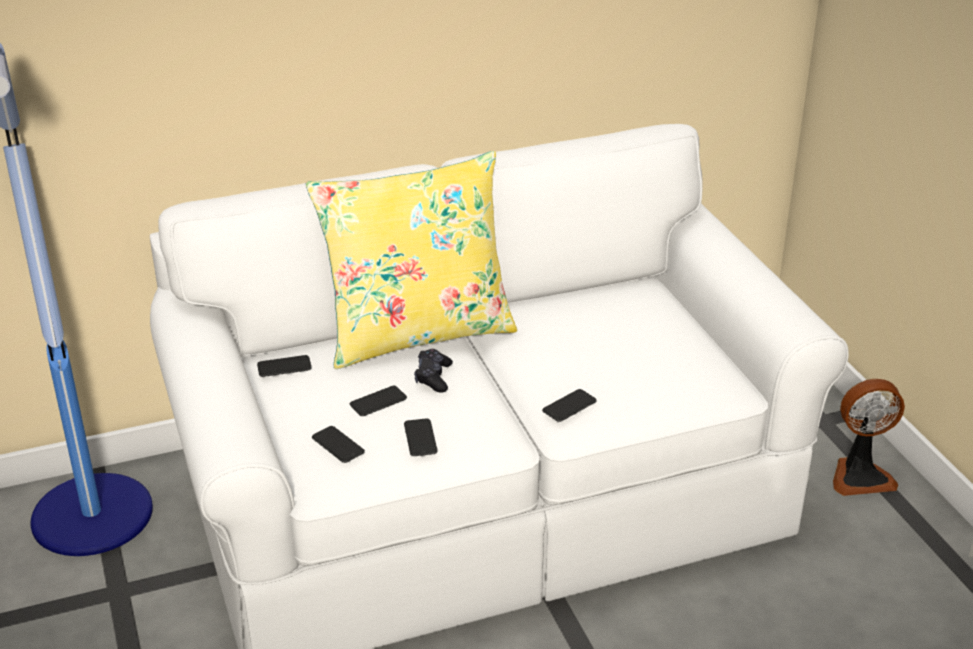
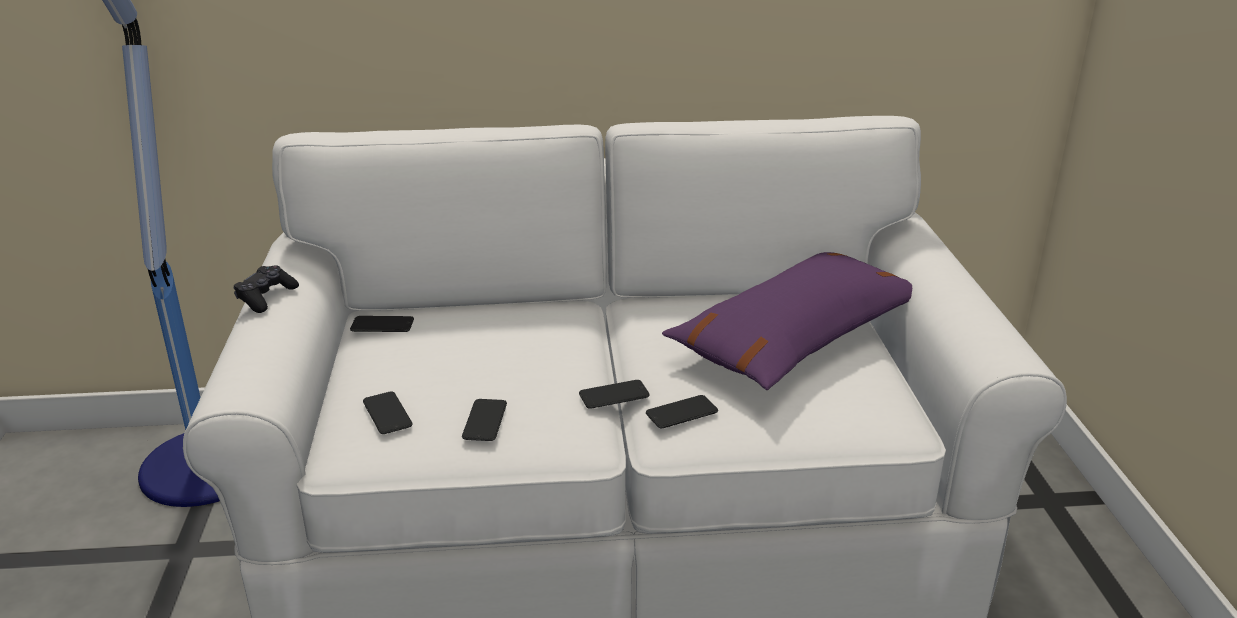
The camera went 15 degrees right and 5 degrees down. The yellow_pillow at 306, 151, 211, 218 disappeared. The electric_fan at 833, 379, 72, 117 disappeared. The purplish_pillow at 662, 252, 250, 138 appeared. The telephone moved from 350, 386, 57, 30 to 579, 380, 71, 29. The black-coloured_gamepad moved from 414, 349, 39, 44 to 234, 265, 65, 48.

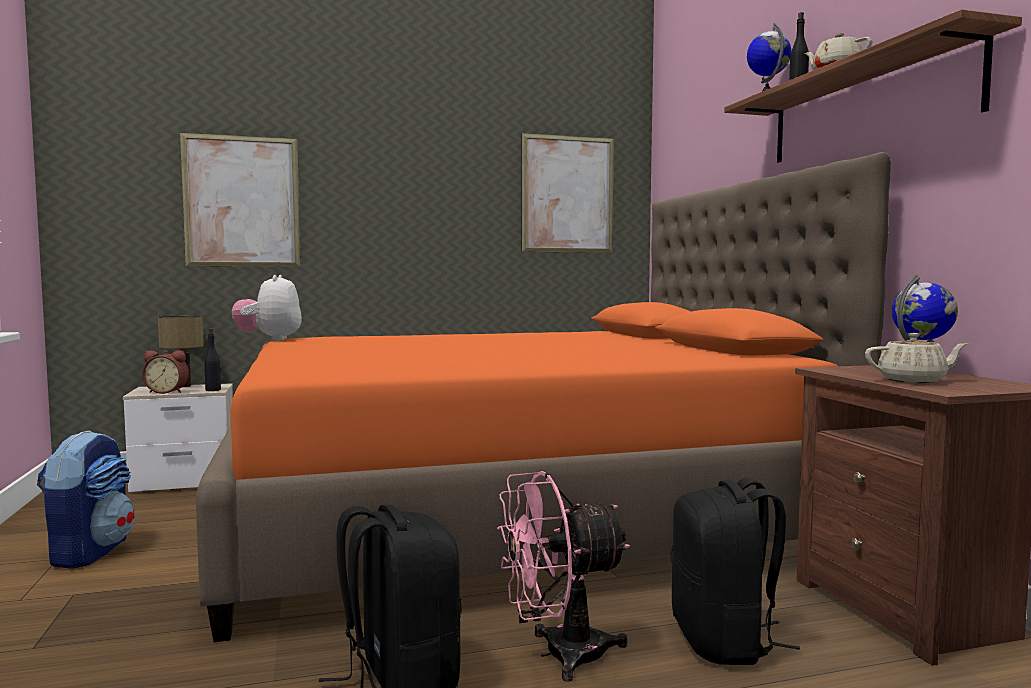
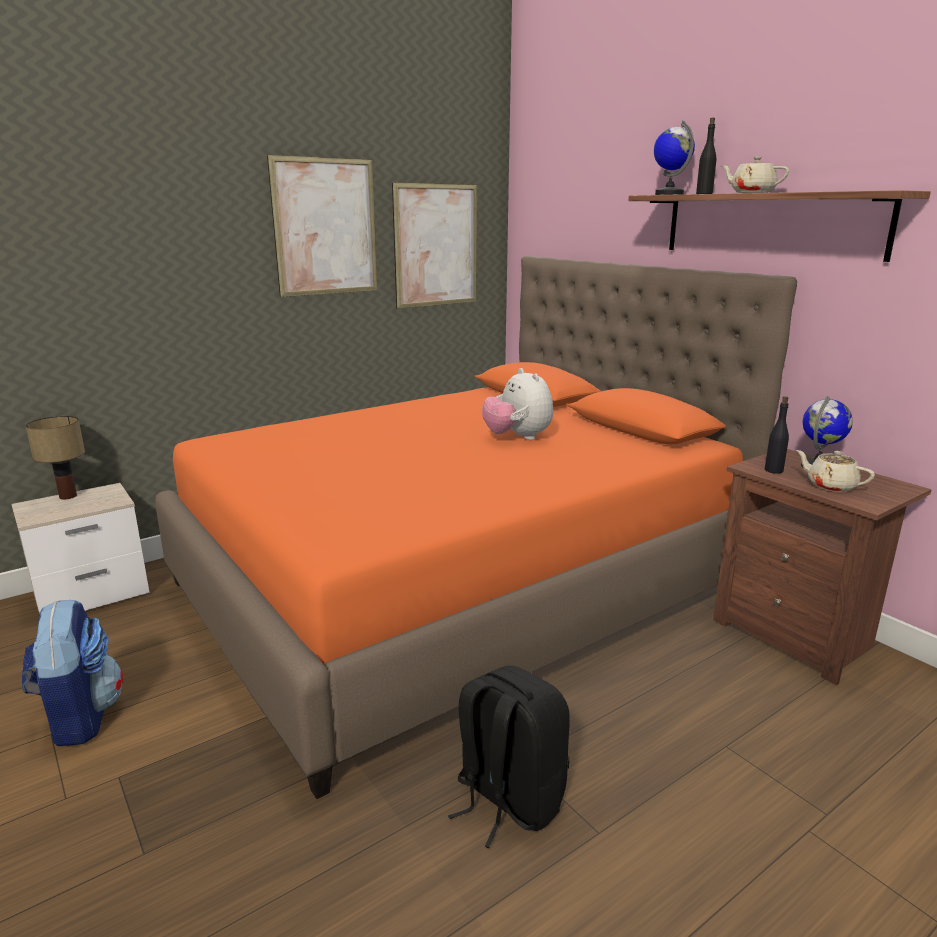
The camera went 20 degrees left and 15 degrees up. The alarm_clock at 142, 351, 47, 43 disappeared. The pinkish_electric_fan at 497, 471, 133, 211 disappeared. The black-coloured_rucksack at 671, 477, 129, 188 disappeared. The wall_art moved from 180, 133, 121, 134 to 267, 155, 111, 142. The black-coloured_bottle moved from 204, 328, 17, 63 to 765, 396, 24, 78. The cuddly_toy moved from 232, 275, 70, 66 to 482, 368, 71, 72. The sand-coloured_pot_for_tea at 865, 333, 104, 50 turned 120 degrees counterclockwise.

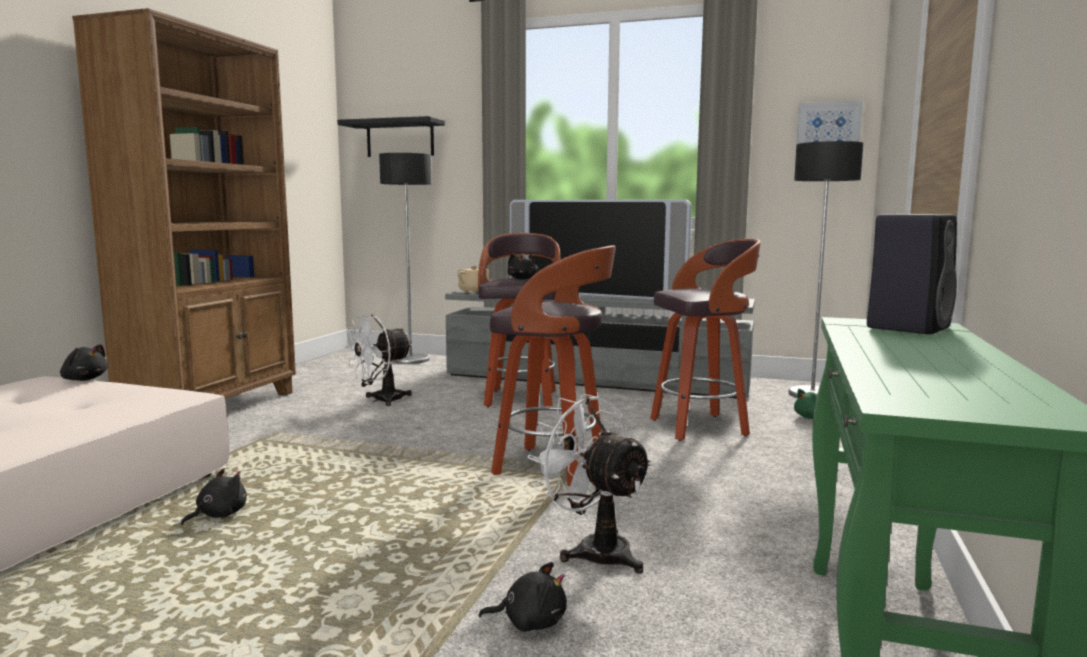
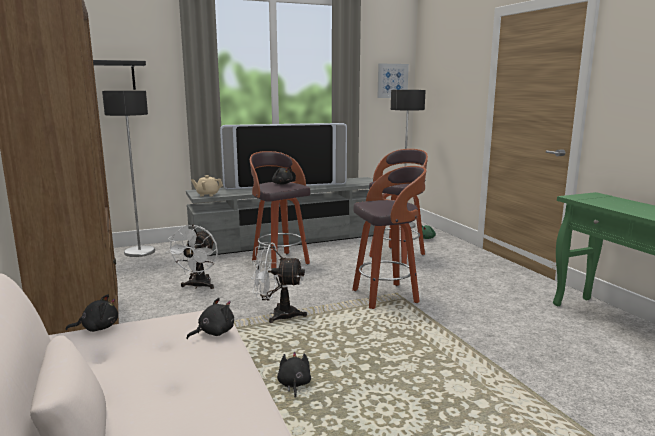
The camera went 40 degrees left and 5 degrees up. The black-coloured_loudspeaker at 867, 214, 90, 120 disappeared. The black-coloured_cuddly_toy moved from 479, 562, 88, 70 to 186, 298, 48, 41. The white-coloured_electric_fan moved from 528, 394, 125, 180 to 251, 242, 56, 81.

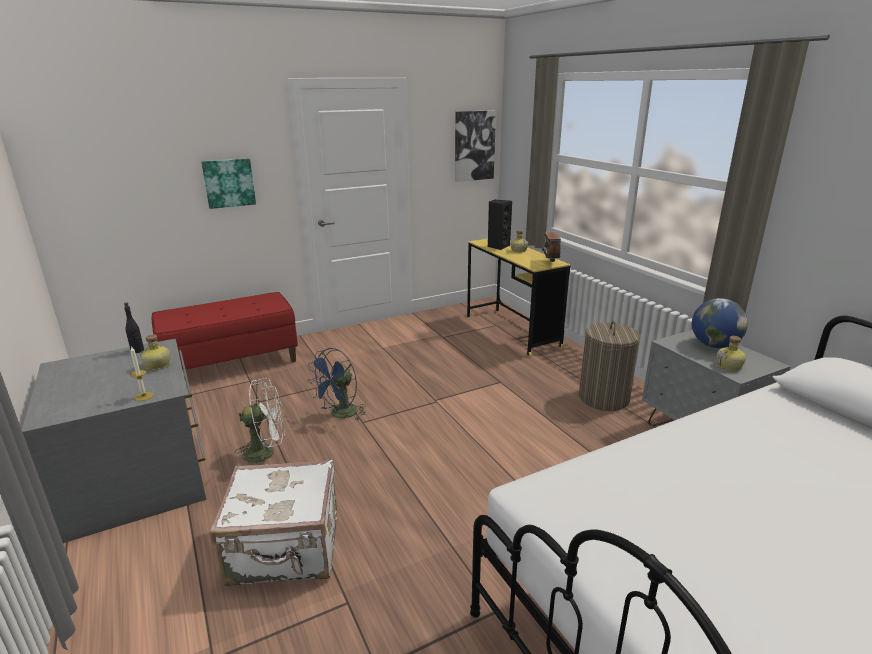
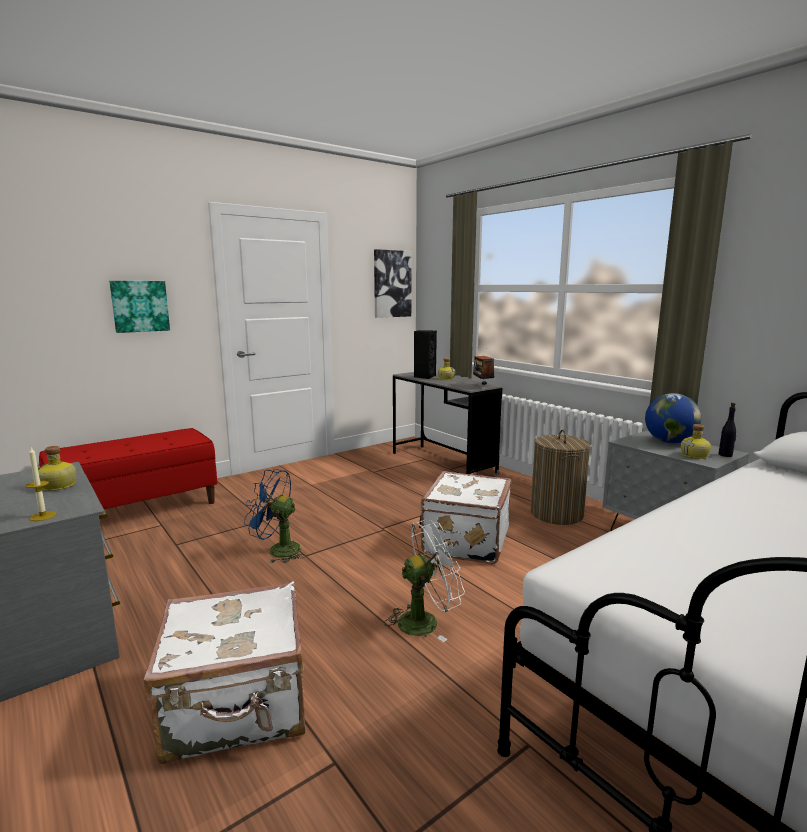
The camera went 10 degrees left and 10 degrees down. The white-coloured_travel_case at 419, 471, 92, 93 appeared. The black-coloured_bottle moved from 124, 302, 20, 51 to 719, 403, 17, 54. The white-coloured_electric_fan moved from 235, 378, 50, 87 to 384, 519, 81, 123. The yellow_desk at 467, 239, 103, 118 became the greyish_desk at 393, 372, 109, 103. The blue_electric_fan at 307, 348, 59, 73 turned 75 degrees clockwise.

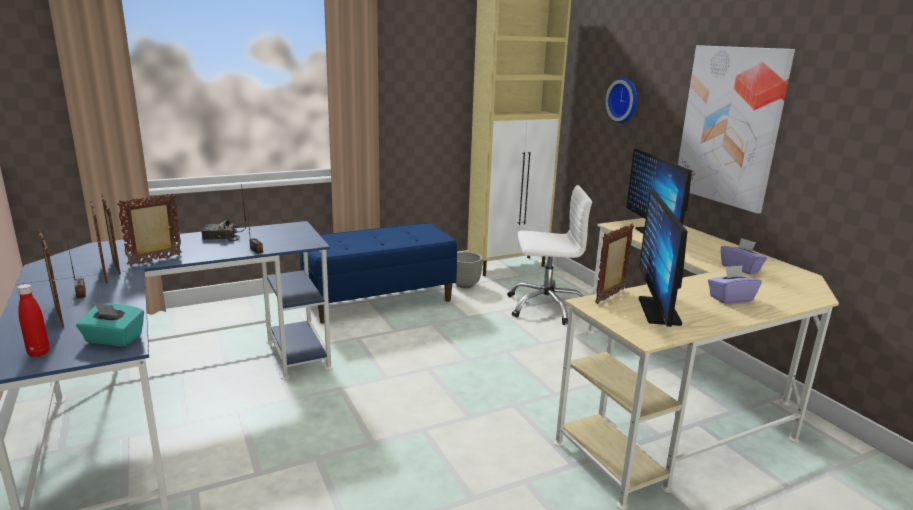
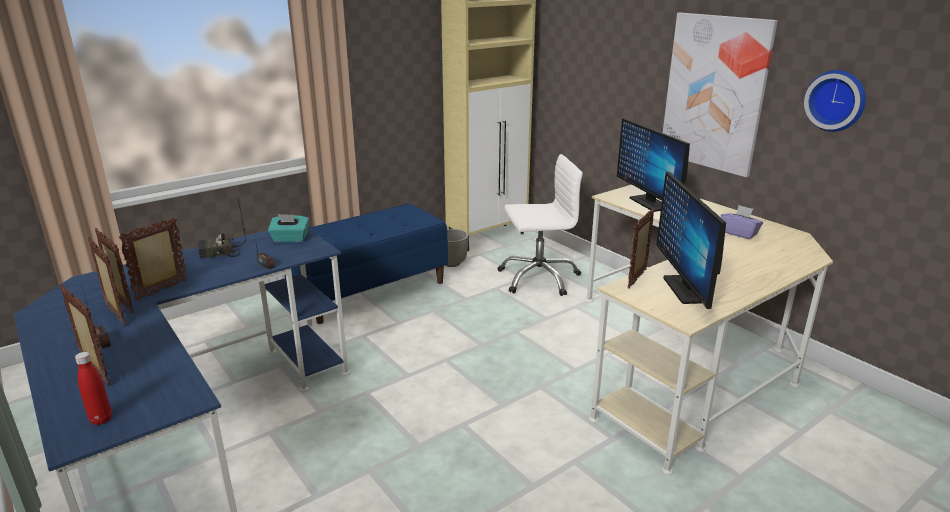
The camera went 10 degrees left and 5 degrees up. The purplish_box_of_tissues at 708, 265, 54, 39 disappeared. The turquoise-coloured_box_of_tissues moved from 76, 302, 68, 44 to 268, 214, 41, 28. The clock_on_the_wall moved from 605, 78, 33, 45 to 804, 70, 62, 62.

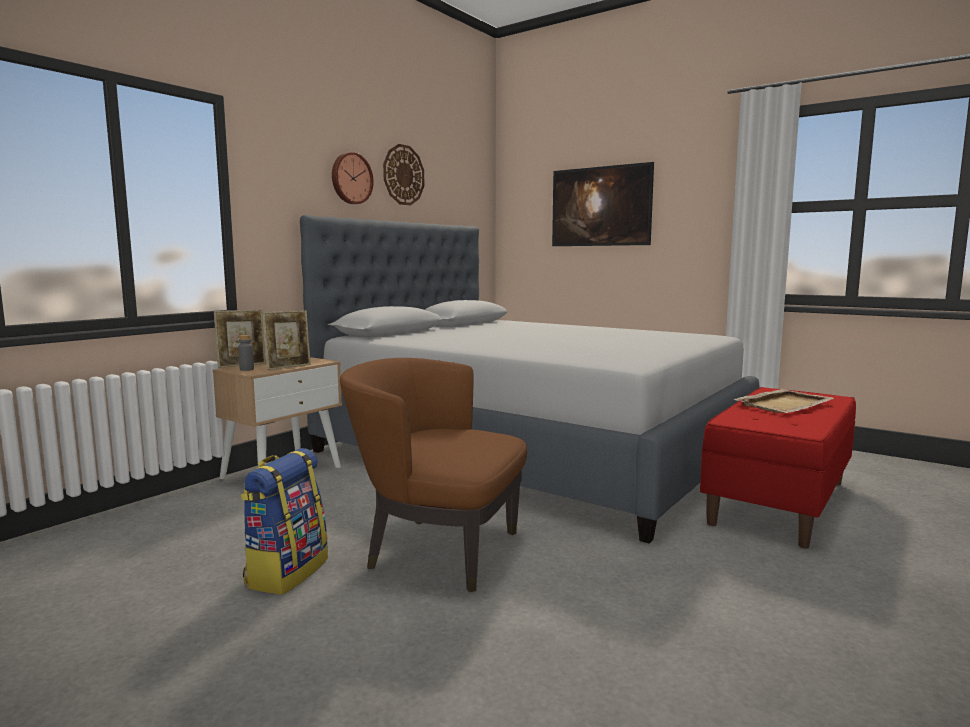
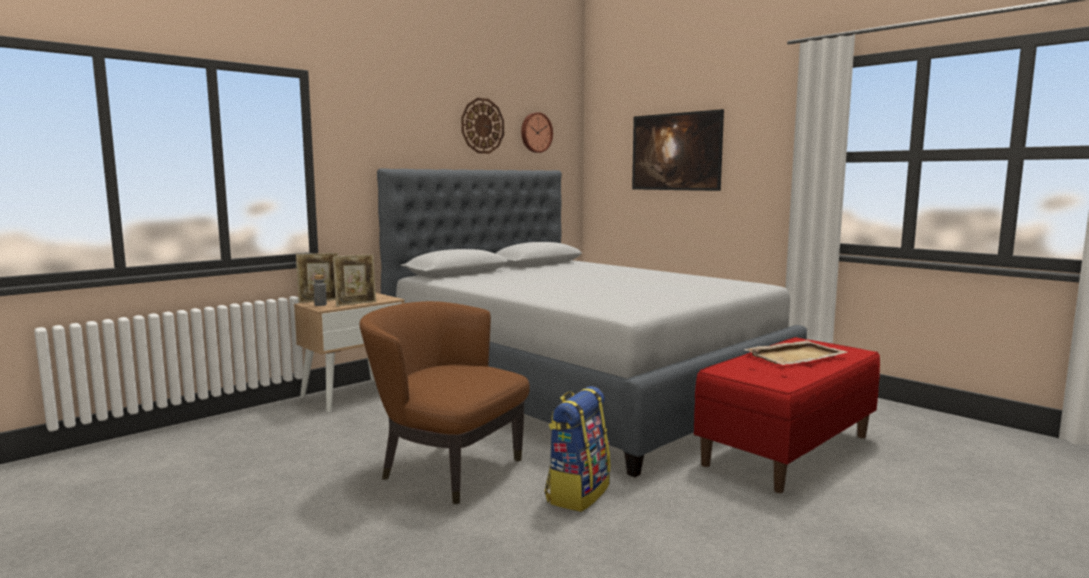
The camera went 10 degrees right and 0 degrees up. The rucksack moved from 241, 448, 87, 147 to 545, 386, 65, 126. The clock_on_the_wall moved from 332, 152, 42, 52 to 521, 112, 32, 41.

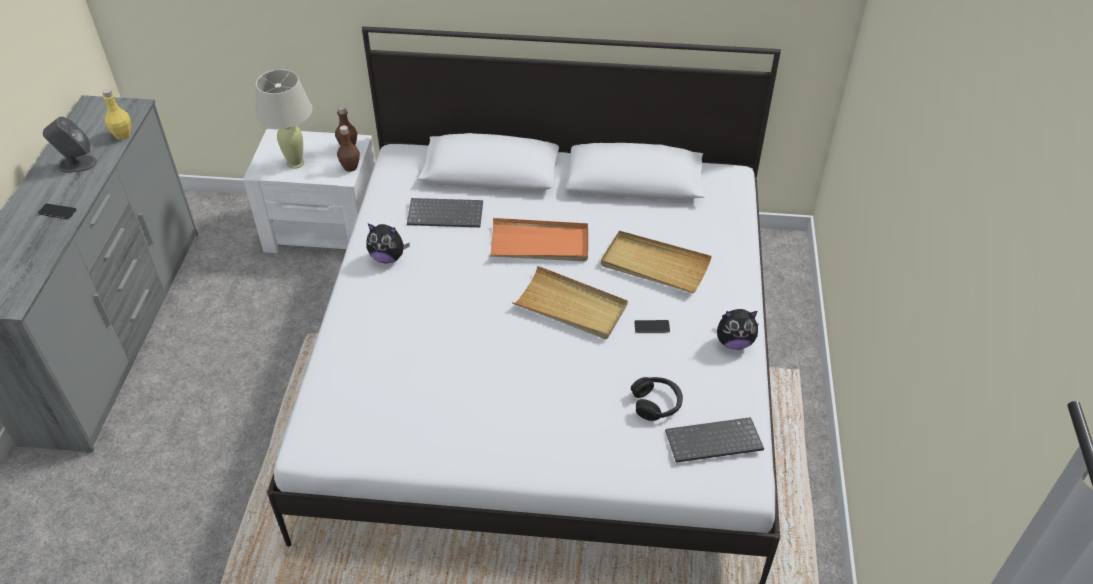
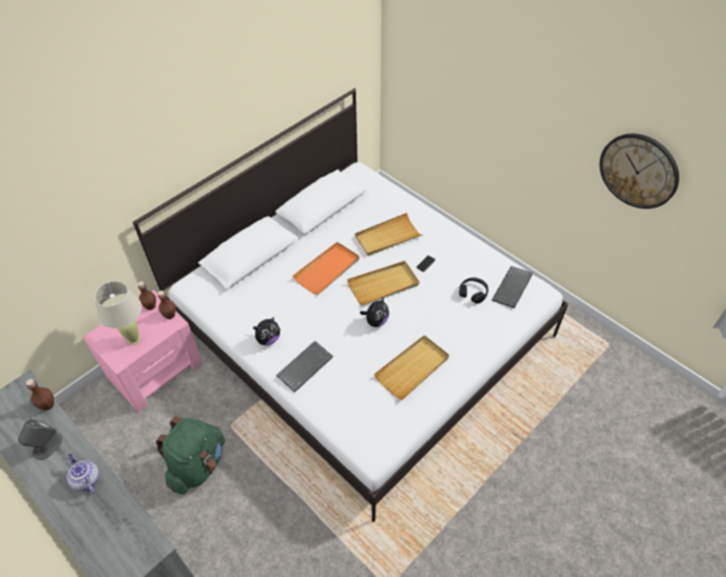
The camera went 50 degrees left and 5 degrees up. The green-coloured_rucksack at 156, 416, 69, 79 appeared. The sand-coloured_serving_tray at 374, 335, 75, 65 appeared. The clock_on_the_wall at 600, 134, 79, 75 appeared. The computer_keyboard moved from 407, 198, 76, 29 to 276, 341, 57, 51. The cuddly_toy moved from 717, 309, 42, 41 to 360, 298, 29, 29. The telephone at 38, 203, 39, 16 was replaced by the pot_for_tea at 67, 454, 32, 40. The yellow_bottle at 102, 88, 29, 52 became the brownish_bottle at 26, 379, 28, 32. The white-coloured_nightstand at 243, 129, 133, 124 became the pinkish_nightstand at 83, 290, 120, 122.

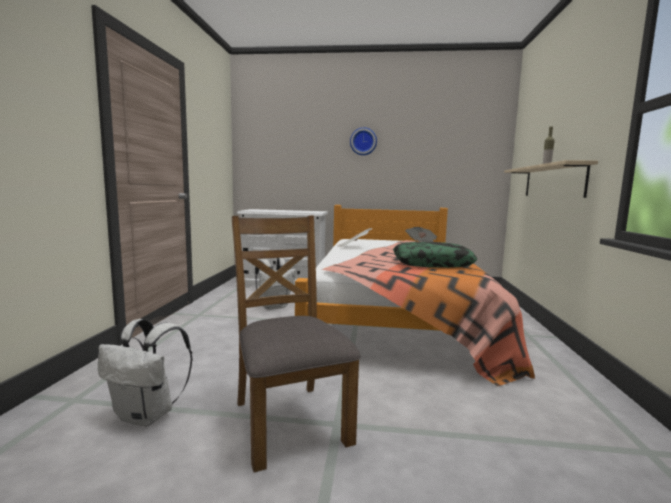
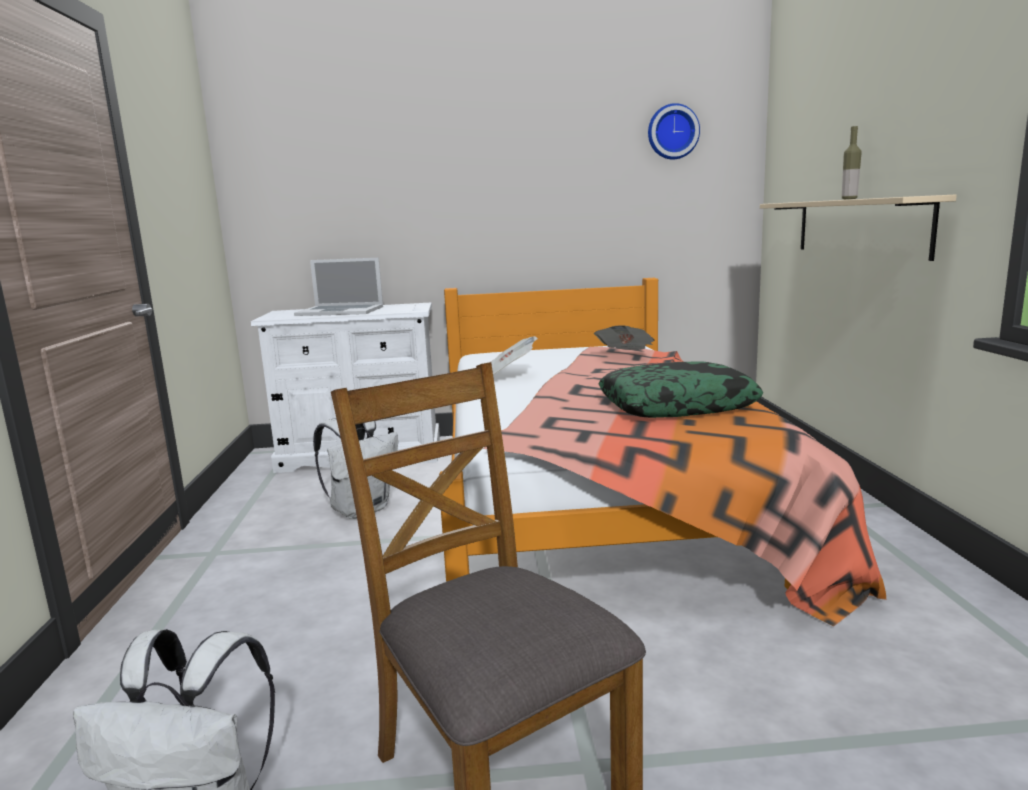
The camera went 10 degrees left and 5 degrees up. The laptop at 294, 258, 89, 58 appeared. The clock_on_the_wall moved from 350, 127, 27, 28 to 648, 103, 52, 56.

